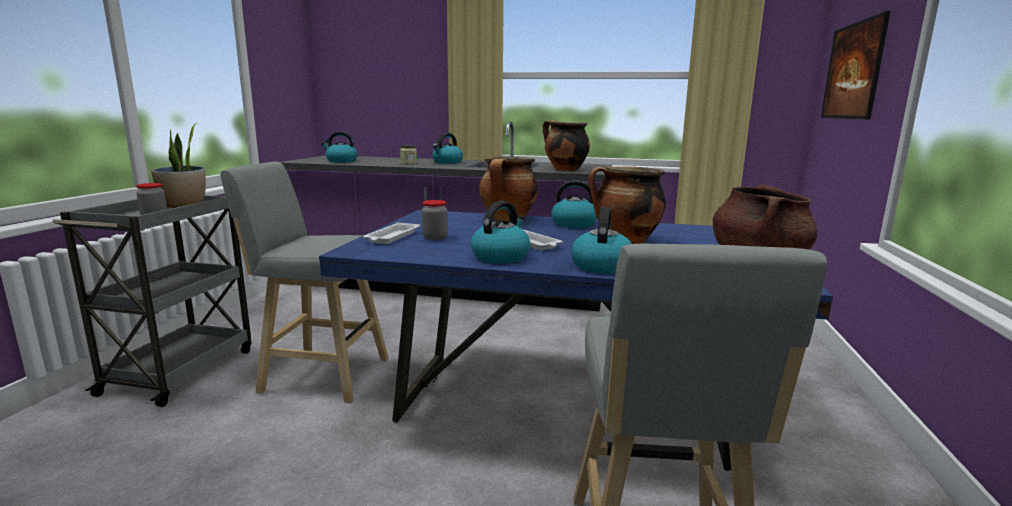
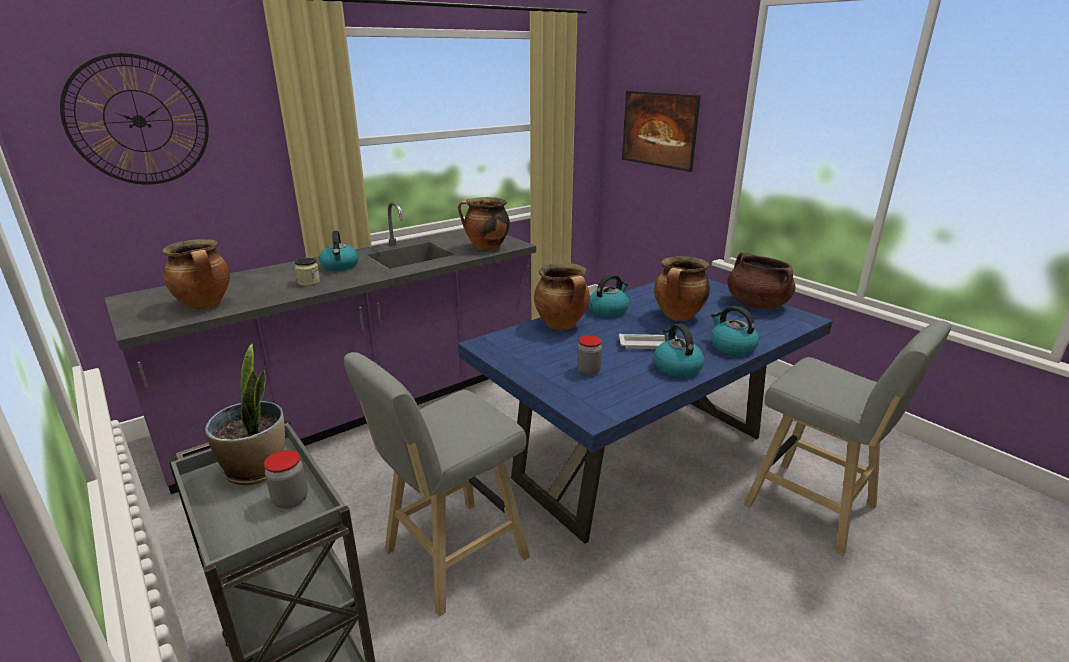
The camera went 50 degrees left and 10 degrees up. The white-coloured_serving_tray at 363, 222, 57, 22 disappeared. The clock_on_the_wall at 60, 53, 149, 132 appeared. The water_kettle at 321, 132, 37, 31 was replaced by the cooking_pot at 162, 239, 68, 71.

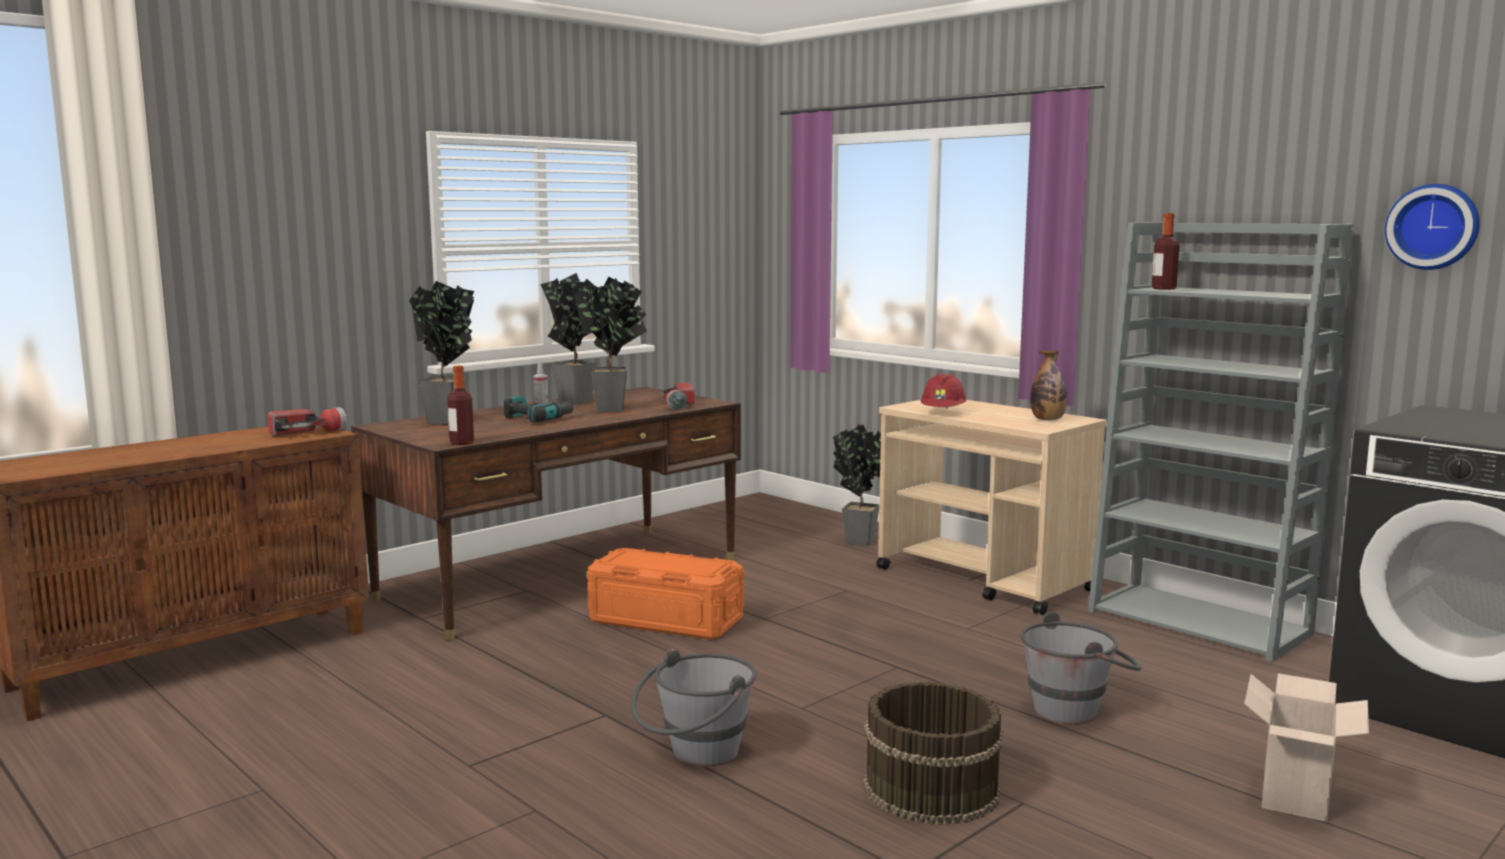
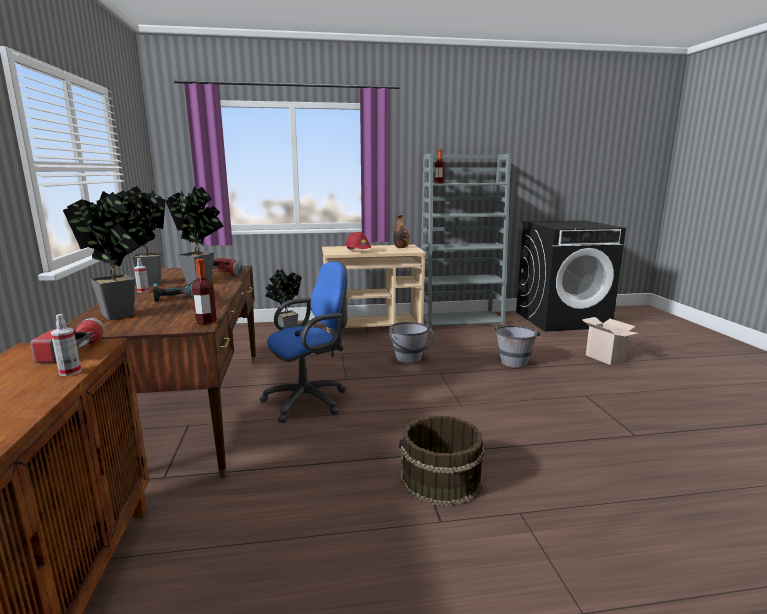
The camera went 55 degrees left and 5 degrees up. The clock_on_the_wall at 1385, 184, 95, 86 disappeared. The sprayer at 51, 314, 30, 62 appeared. The greyish_pail moved from 631, 648, 126, 119 to 389, 322, 46, 42. The brownish_pail moved from 863, 682, 140, 143 to 399, 415, 85, 91. The orange_storage_bin at 587, 548, 157, 91 was replaced by the blue_computer_chair at 259, 262, 88, 161.

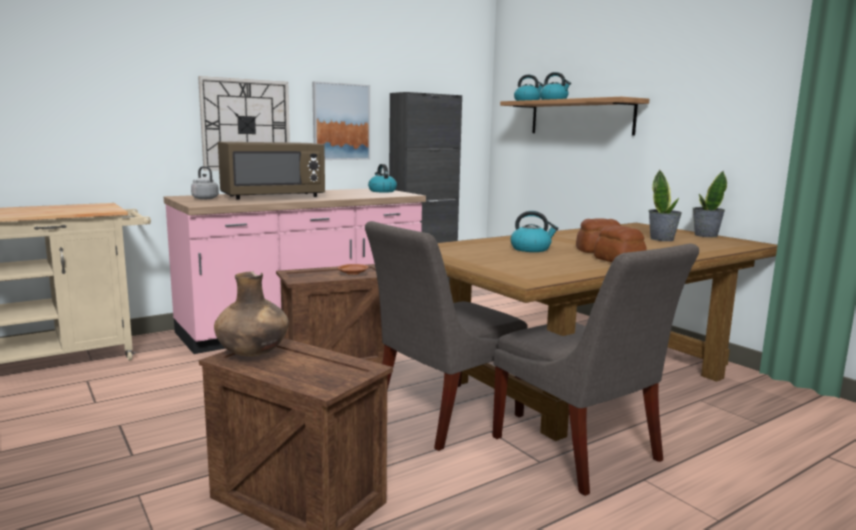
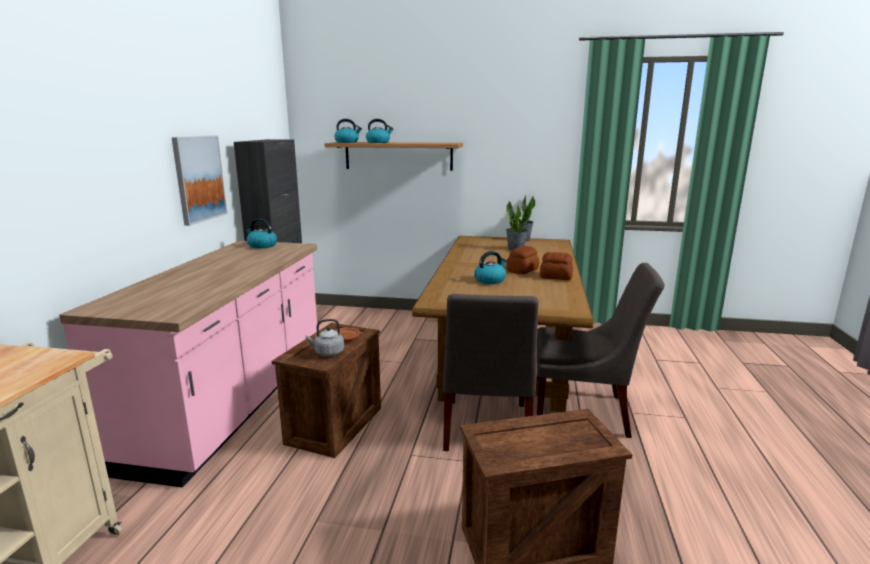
The camera went 45 degrees left and 5 degrees up. The clock_on_the_wall at 198, 76, 92, 95 disappeared. The brownish_flower_vase at 214, 271, 75, 86 disappeared. The brownish_microwave at 218, 142, 107, 57 disappeared. The greyish_water_kettle moved from 191, 166, 28, 33 to 305, 319, 39, 37.

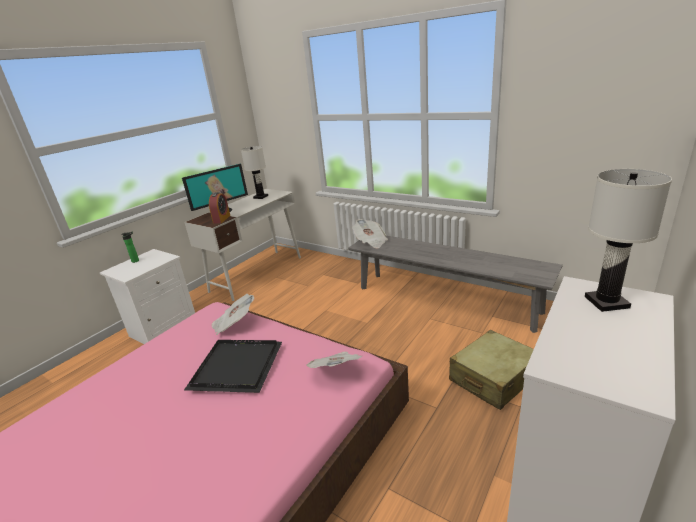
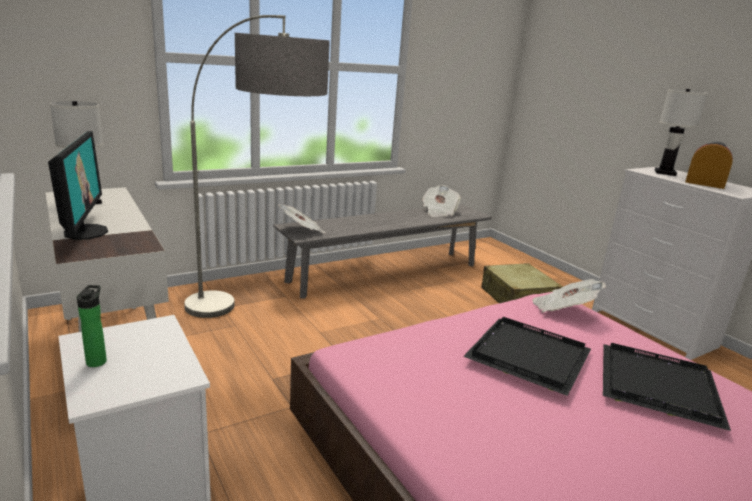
The camera went 70 degrees left and 5 degrees down. The floor_lamp at 184, 15, 146, 303 appeared. The black-coloured_serving_tray at 603, 343, 128, 88 appeared. The alarm_clock moved from 209, 192, 21, 32 to 685, 141, 48, 48. The daily_paper moved from 211, 294, 43, 41 to 422, 185, 39, 32.

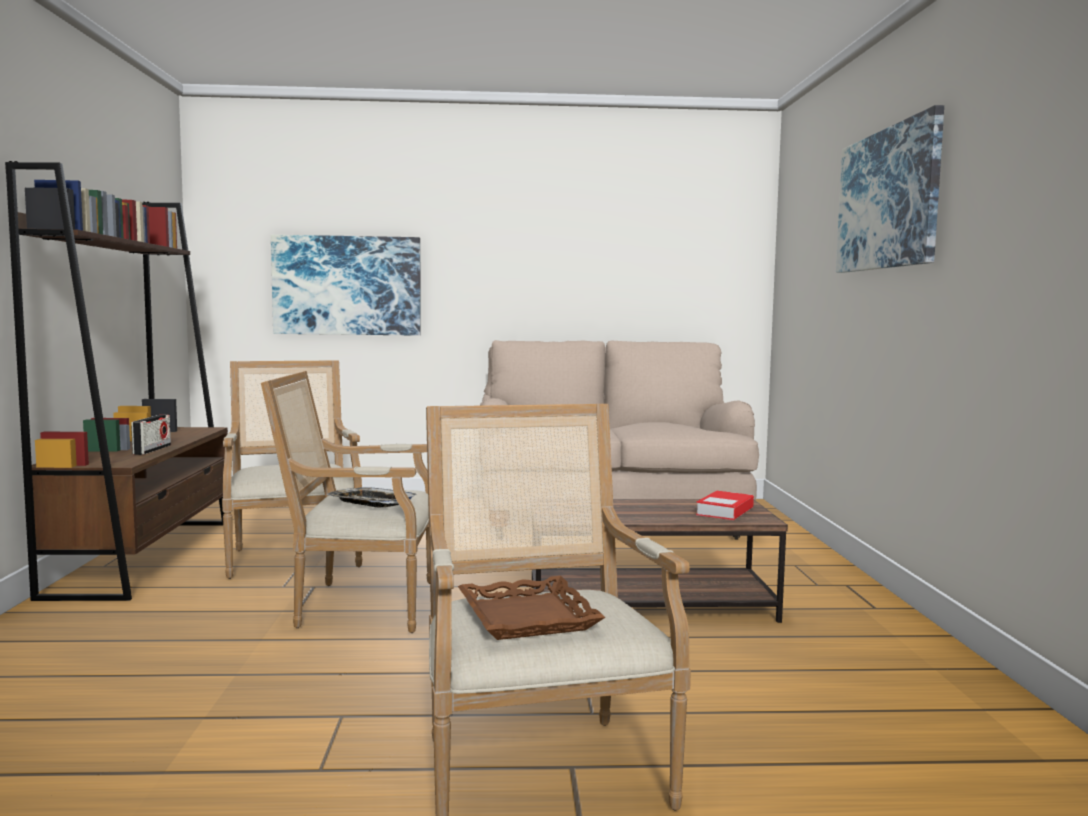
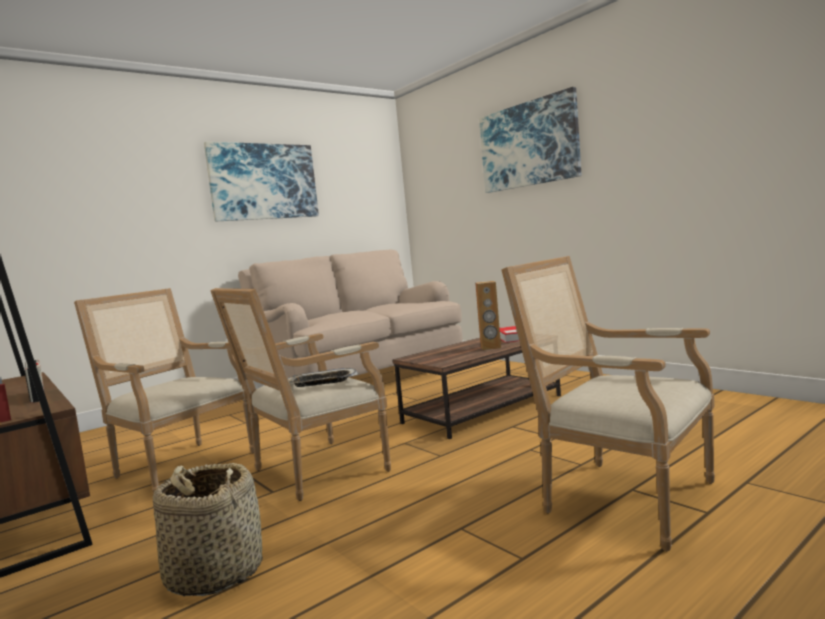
The camera went 35 degrees left and 0 degrees up. The brownish_serving_tray at 458, 576, 147, 64 disappeared. The basket at 153, 463, 110, 133 appeared. The brownish_loudspeaker at 475, 281, 26, 69 appeared. The wall_art moved from 271, 235, 150, 101 to 204, 142, 115, 79.

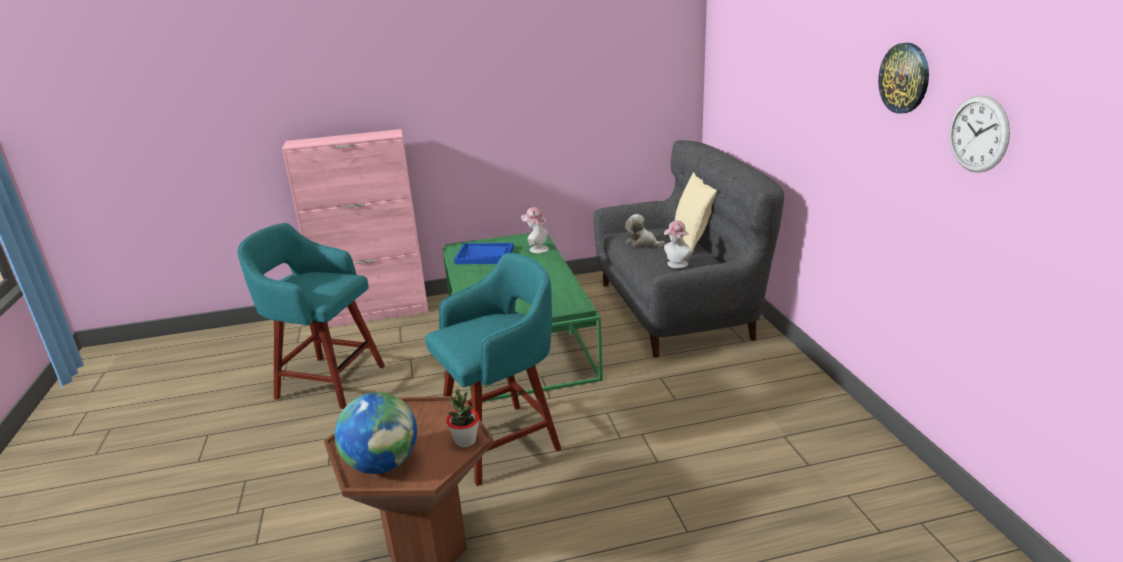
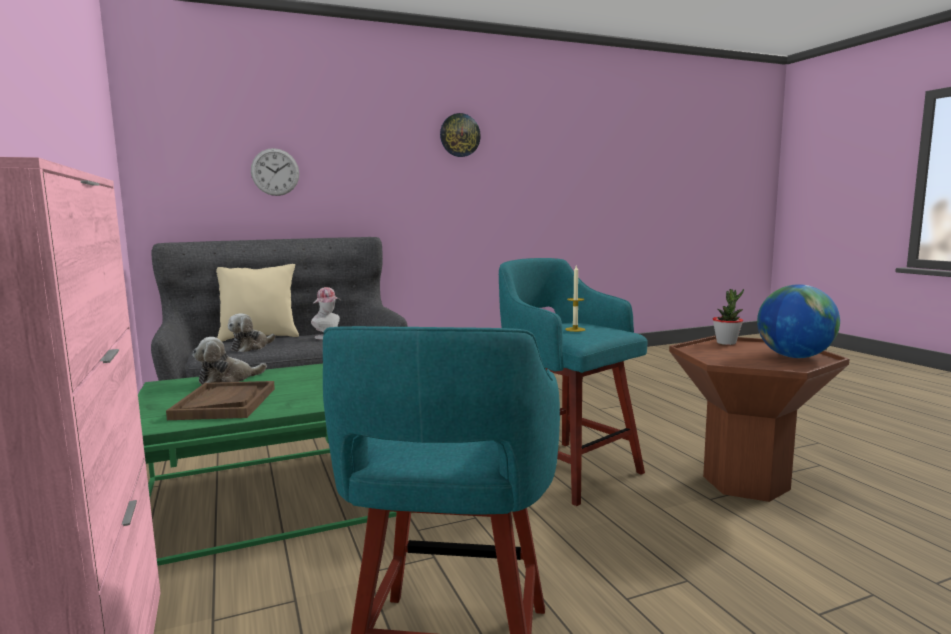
The camera went 100 degrees left and 15 degrees down. The candle at 565, 266, 20, 66 appeared. The clock_on_the_wall moved from 949, 95, 61, 78 to 251, 148, 48, 48. The hat at 521, 207, 28, 46 was replaced by the cuddly_toy at 192, 337, 75, 48. The blue_serving_tray at 454, 243, 60, 21 became the brownish_serving_tray at 166, 381, 109, 39.

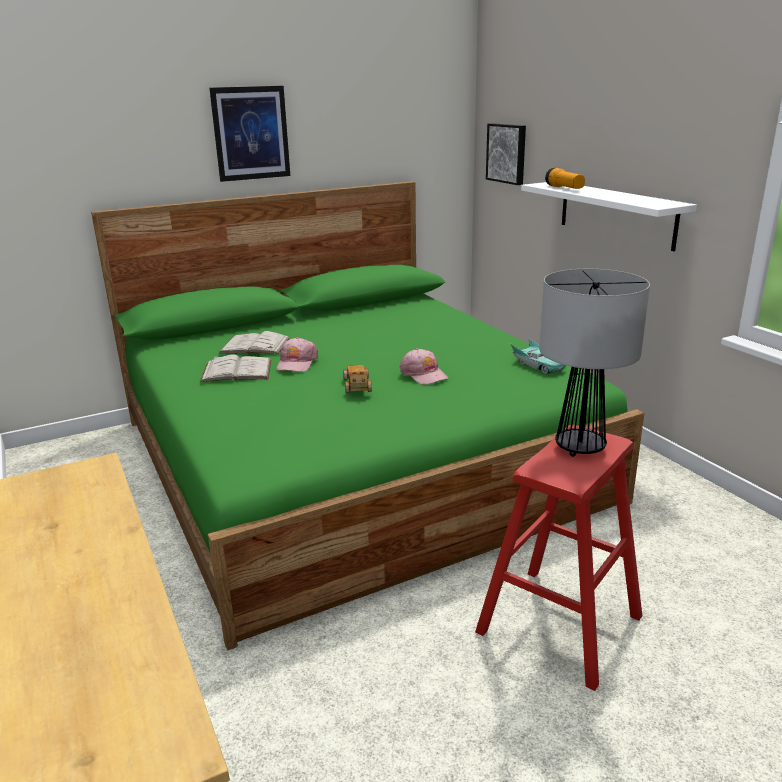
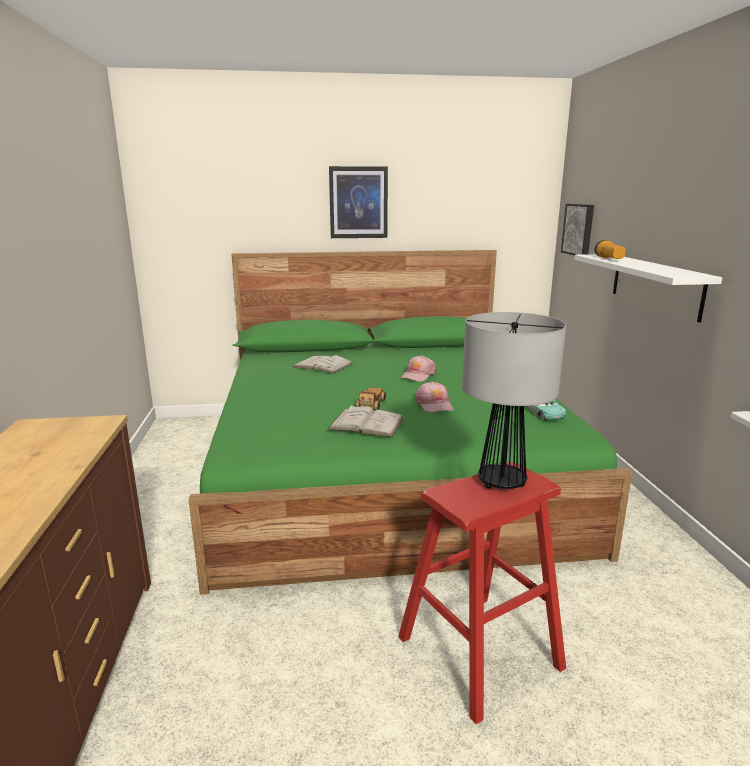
The camera went 20 degrees right and 5 degrees down. The white-coloured_bound_book moved from 200, 354, 72, 28 to 328, 405, 76, 32. The pinkish_cap moved from 276, 337, 42, 35 to 401, 355, 36, 27.

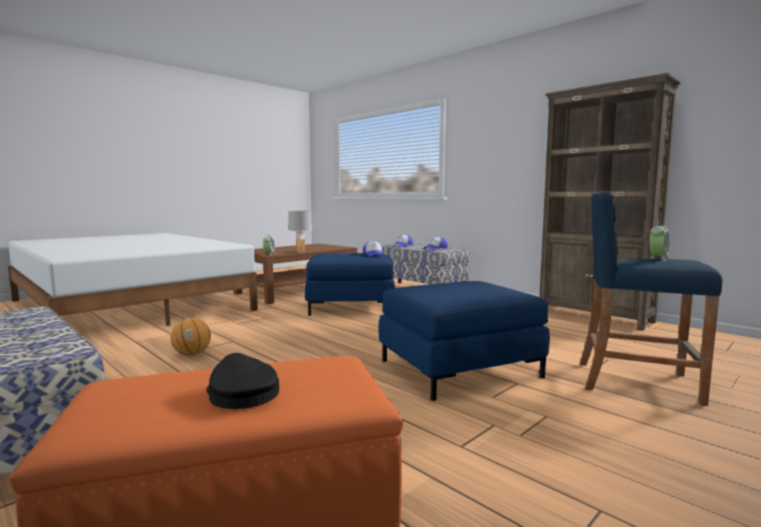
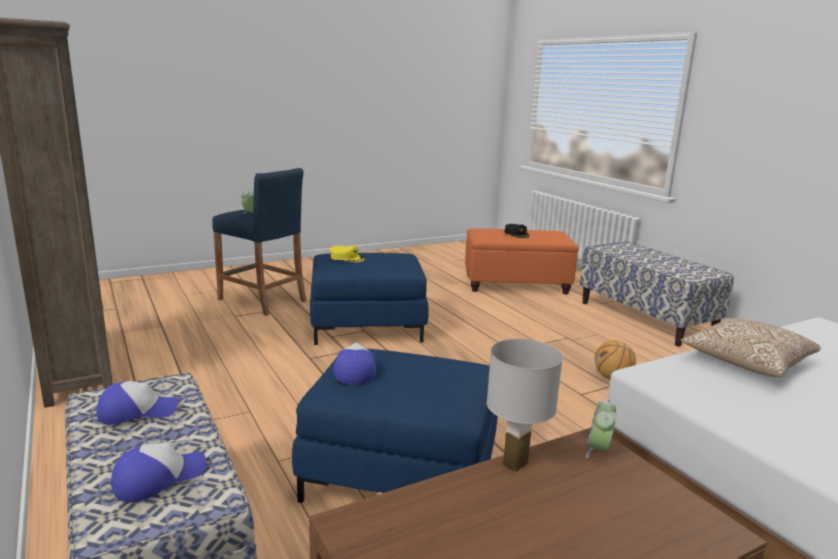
The camera went 165 degrees left and 10 degrees up. The yellow_cap at 329, 245, 36, 17 appeared. The pillow at 680, 318, 141, 59 appeared.

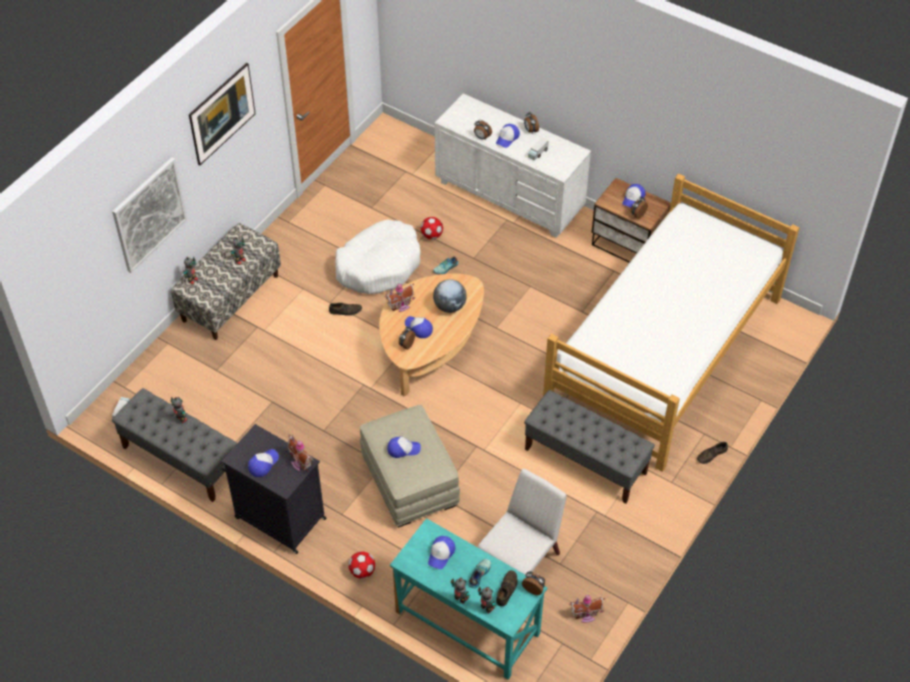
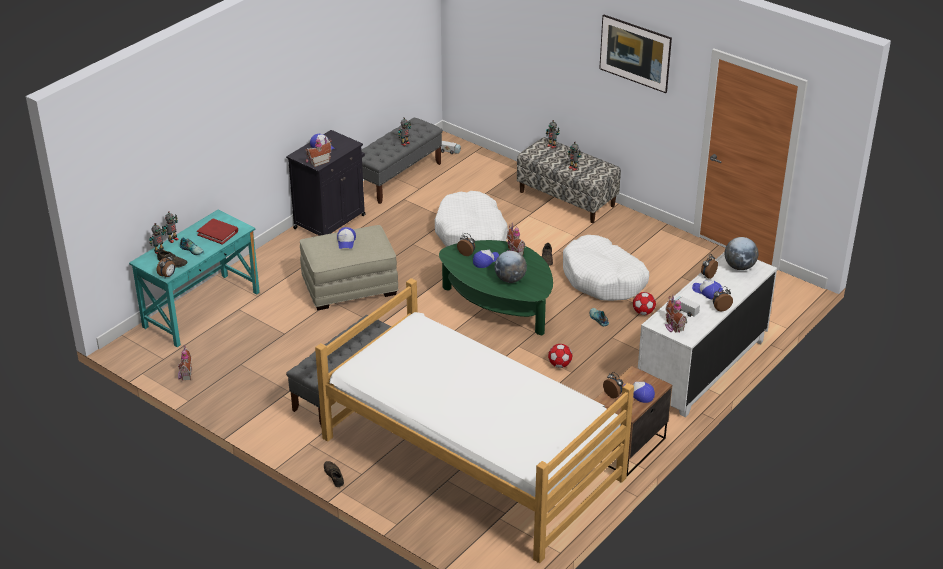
The camera went 95 degrees right and 15 degrees down. The wall_art at 112, 157, 75, 116 disappeared. The white-coloured_upright_chair at 478, 469, 89, 106 disappeared. The white-coloured_dog_cushion at 435, 191, 73, 56 appeared. The toy_house at 665, 295, 22, 38 appeared. The world_globe at 725, 237, 33, 33 appeared. The football_ball moved from 348, 551, 27, 28 to 548, 344, 24, 24. The cap at 428, 536, 27, 33 was replaced by the reddish_bound_book at 197, 218, 41, 27. The sand-coloured_lounge_table at 379, 273, 105, 123 became the green-coloured_lounge_table at 439, 240, 114, 95.

